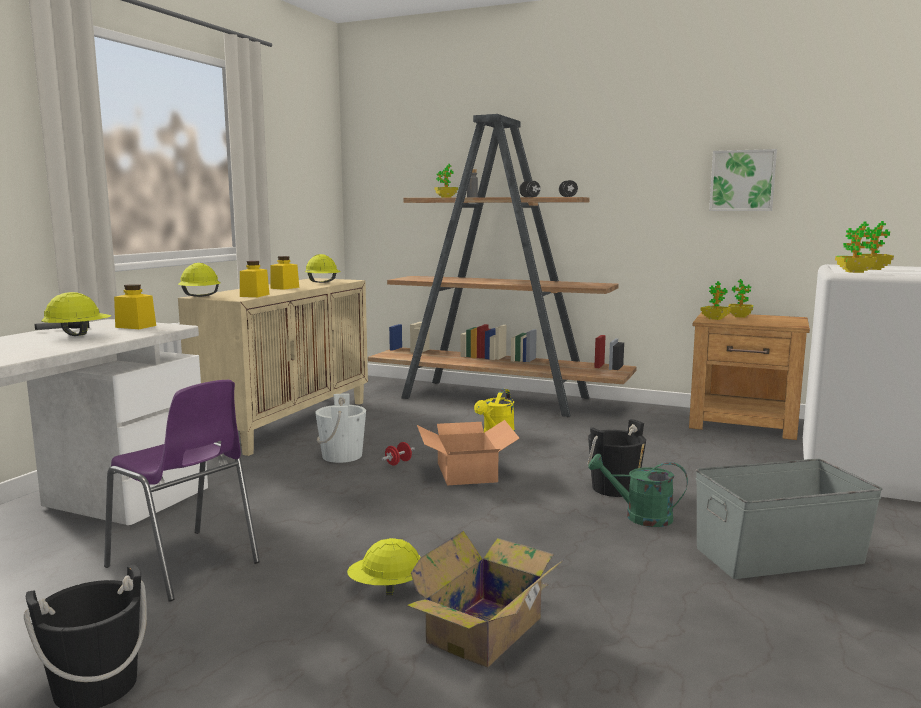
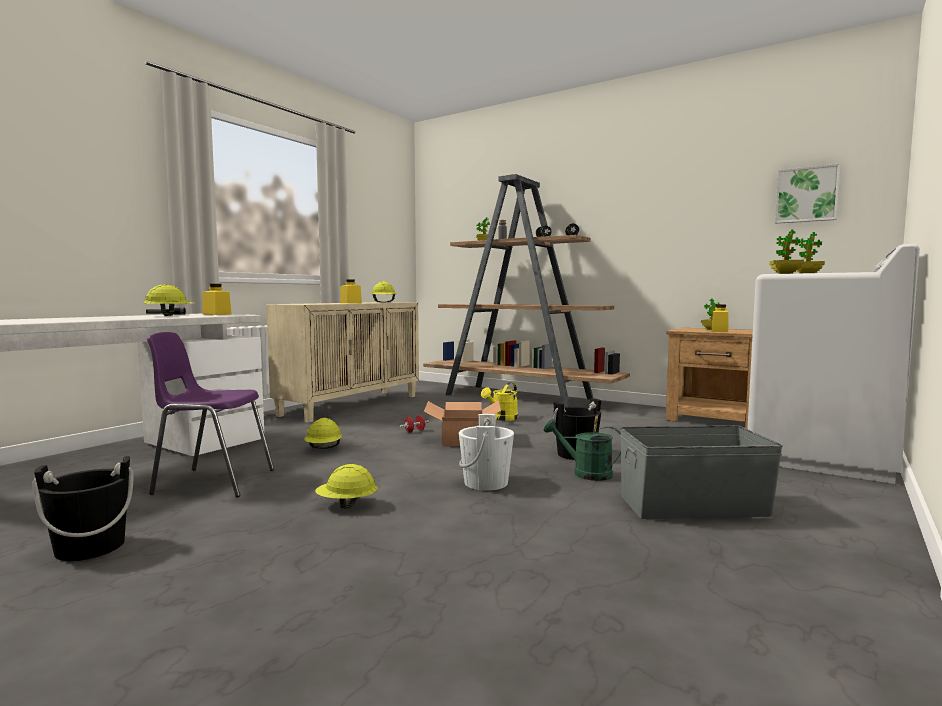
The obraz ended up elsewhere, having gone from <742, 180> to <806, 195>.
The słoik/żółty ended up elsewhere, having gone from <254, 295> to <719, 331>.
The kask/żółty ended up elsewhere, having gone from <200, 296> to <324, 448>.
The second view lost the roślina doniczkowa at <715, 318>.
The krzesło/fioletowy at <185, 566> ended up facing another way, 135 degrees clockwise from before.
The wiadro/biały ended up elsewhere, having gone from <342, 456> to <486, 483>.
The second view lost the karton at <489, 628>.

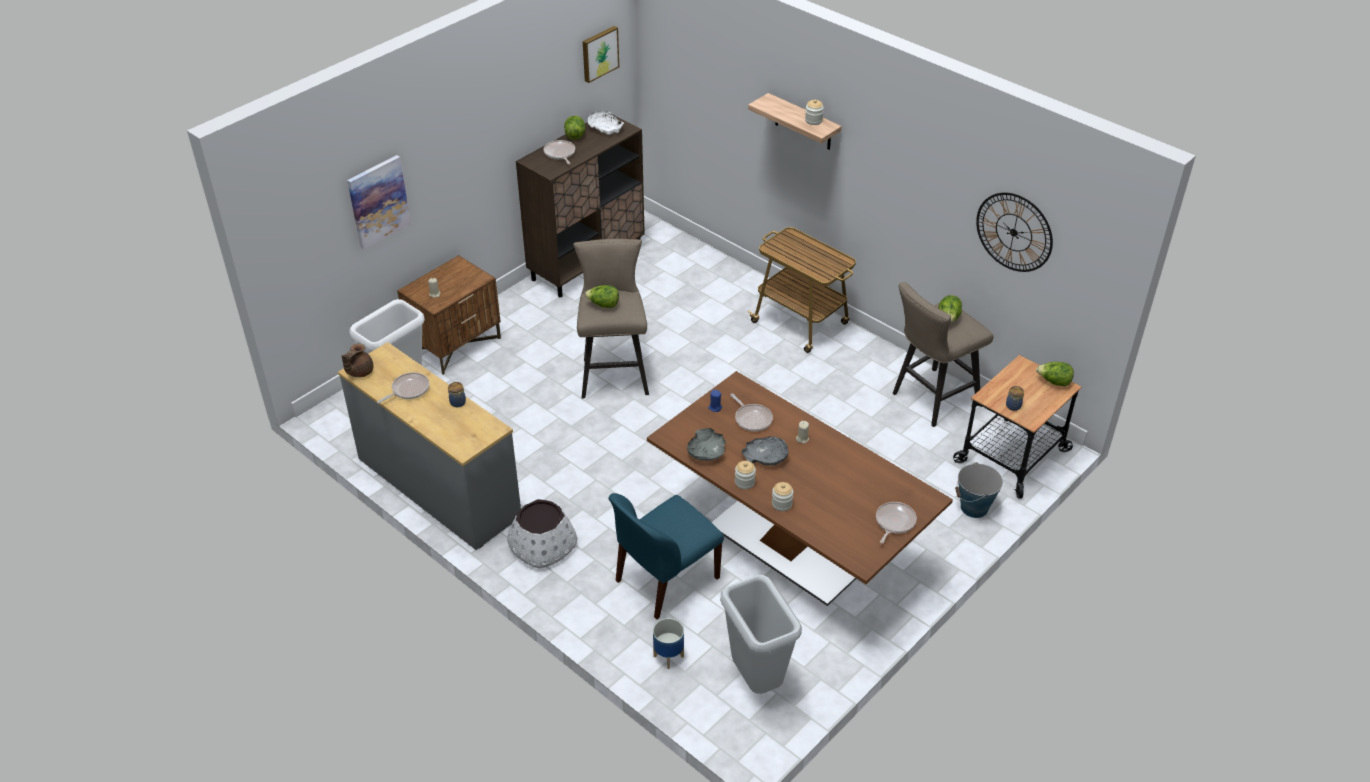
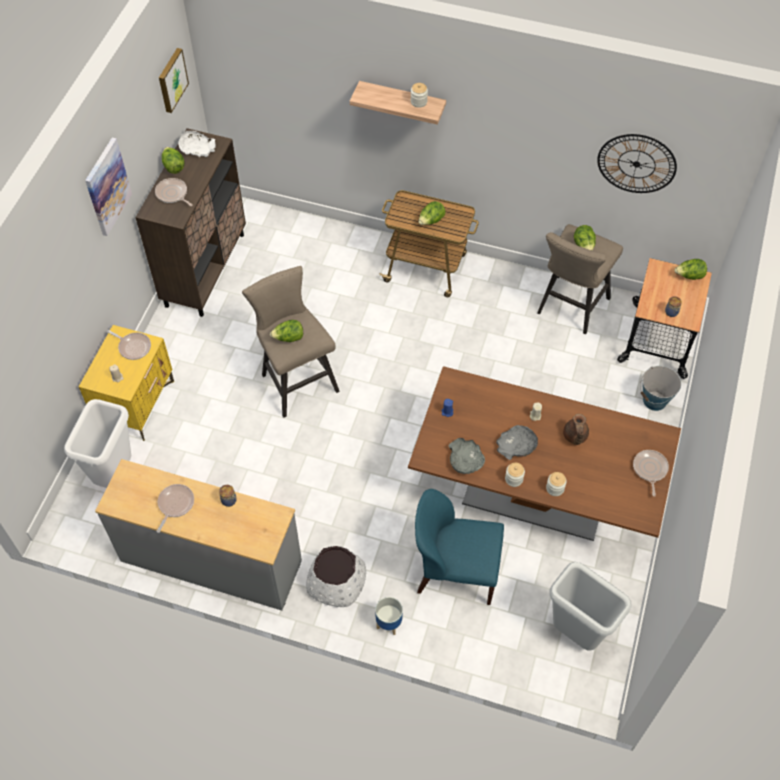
The obraz ended up elsewhere, having gone from <378, 201> to <107, 187>.
What was the szafka nocna/brązowy at <456, 344> turned into the szafka nocna/żółty at <136, 403>.
The imbryk/brązowy ended up elsewhere, having gone from <359, 372> to <574, 436>.
The patelnia ended up elsewhere, having gone from <752, 418> to <133, 347>.
The krzesło/niebieski at <665, 580> ended up facing another way, 75 degrees clockwise from before.
The donica ended up elsewhere, having gone from <668, 656> to <388, 623>.
The second view gained the sałata at <431, 221>.

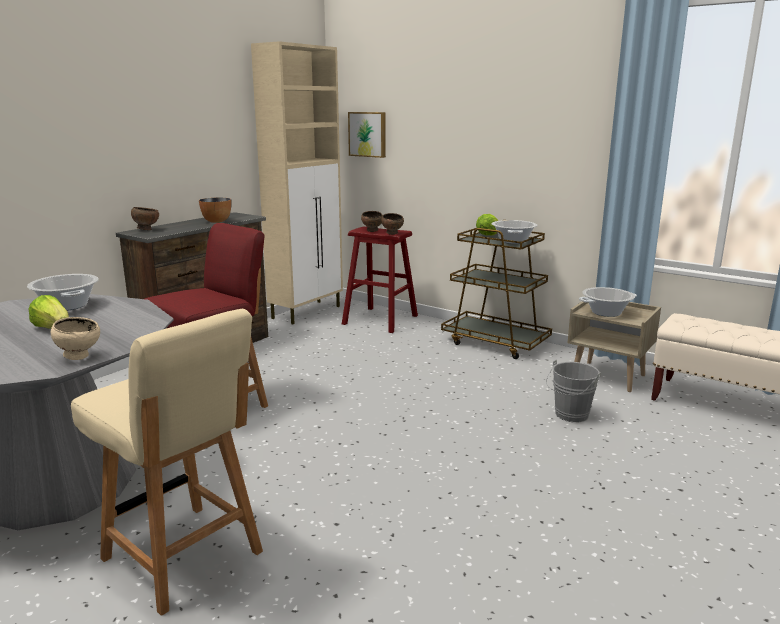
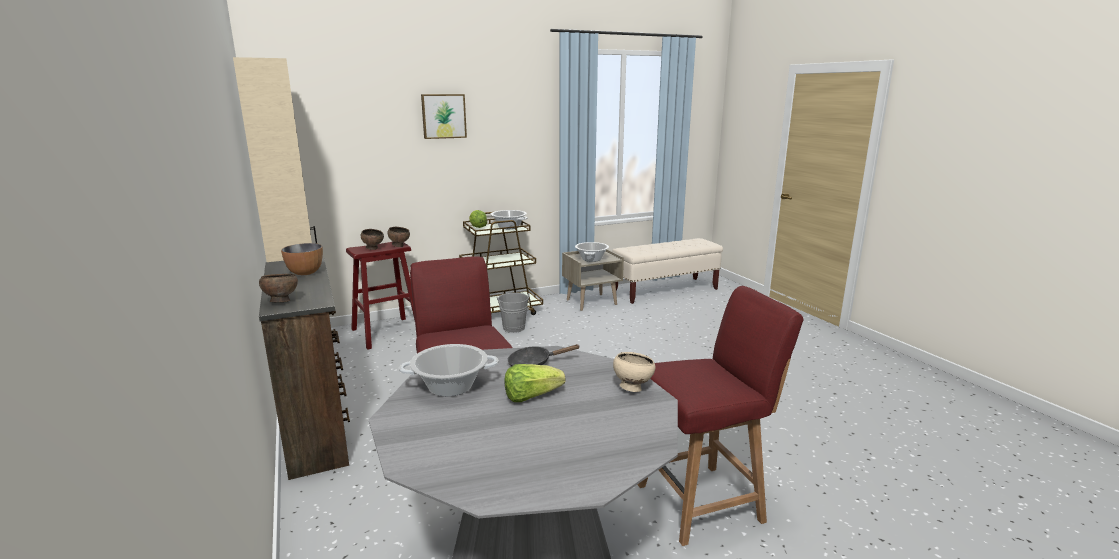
The obraz ended up elsewhere, having gone from <368, 134> to <443, 116>.
What was the krzesło/beżowy at <184, 557> turned into the krzesło/czerwony at <702, 502>.
The wiadro/szary ended up elsewhere, having gone from <569, 416> to <514, 329>.
The second view gained the patelnia/czarny at <534, 363>.

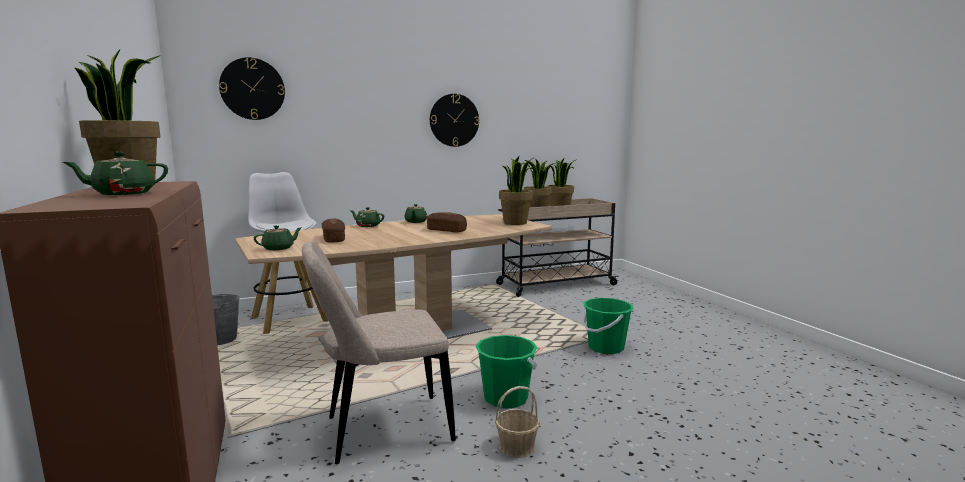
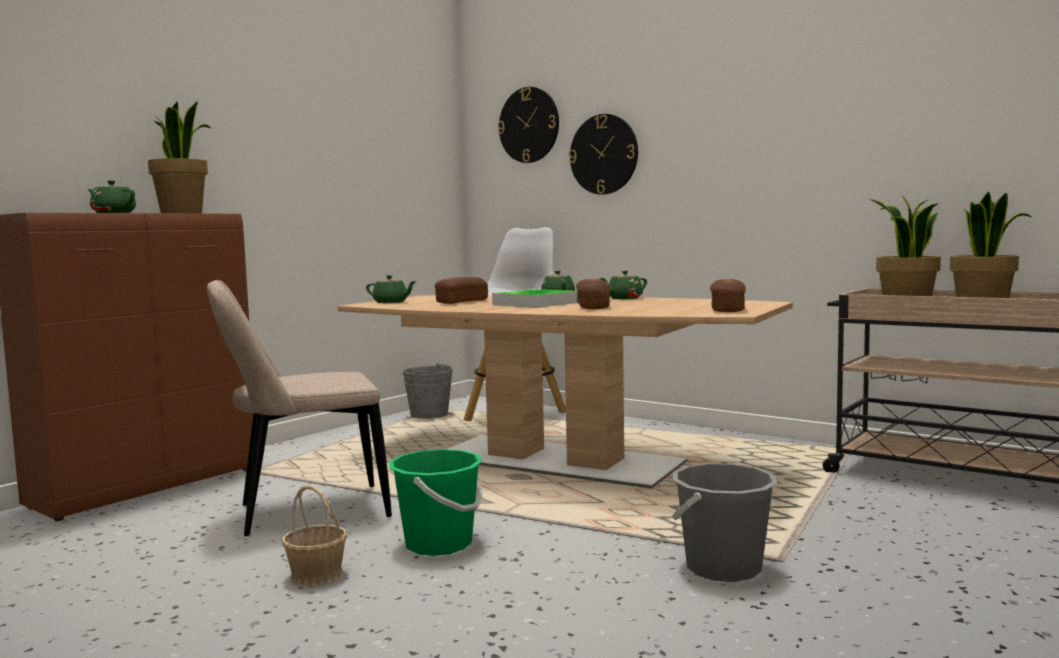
The zegar ścienny ended up elsewhere, having gone from <454, 120> to <604, 154>.
Where the roślina doniczkowa stood at <515, 223>, the chleb came to stand at <727, 309>.
The krzesło/beżowy at <382, 430> ended up facing another way, 60 degrees counterclockwise from before.
What was the wiadro/zielony at <605, 347> turned into the wiadro/szary at <723, 568>.
The second view gained the taca at <535, 304>.

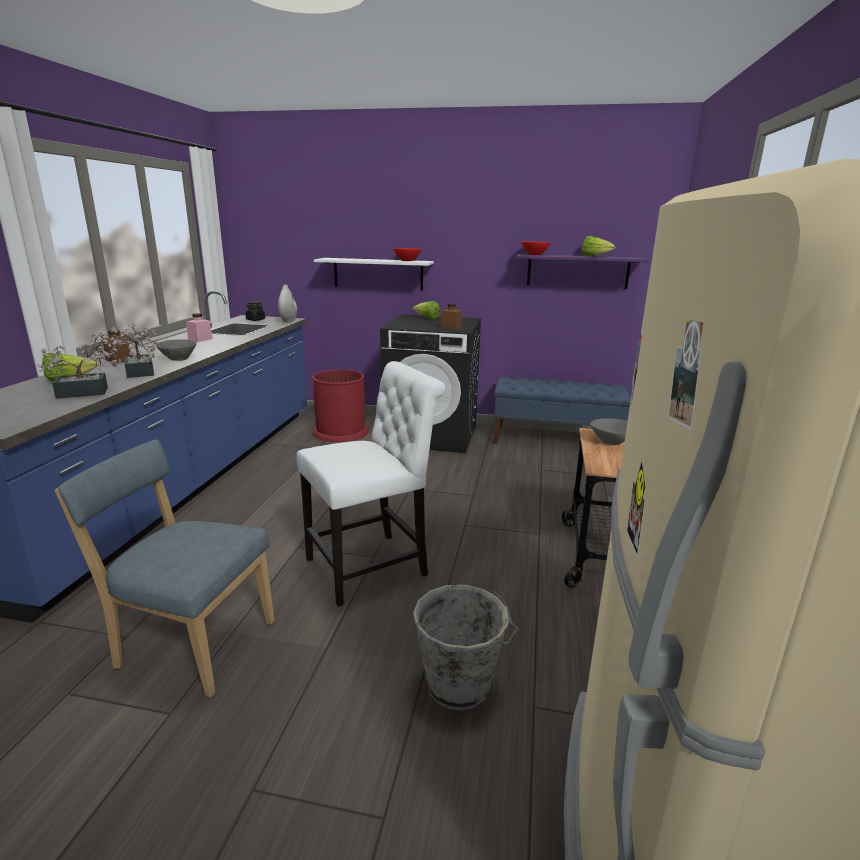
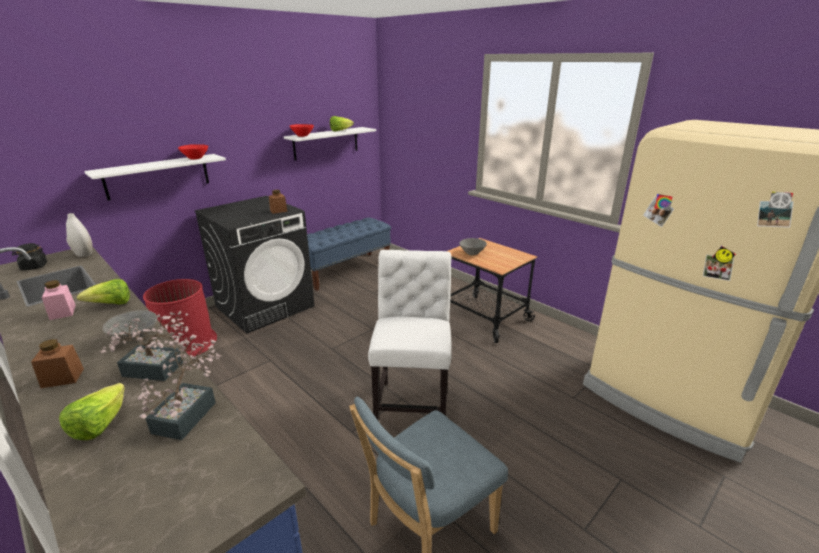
What was the półka/fioletowy at <577, 271> turned into the półka/biały at <326, 143>.
The sałata ended up elsewhere, having gone from <427, 318> to <111, 304>.
The second view lost the wiadro/szary at <460, 686>.

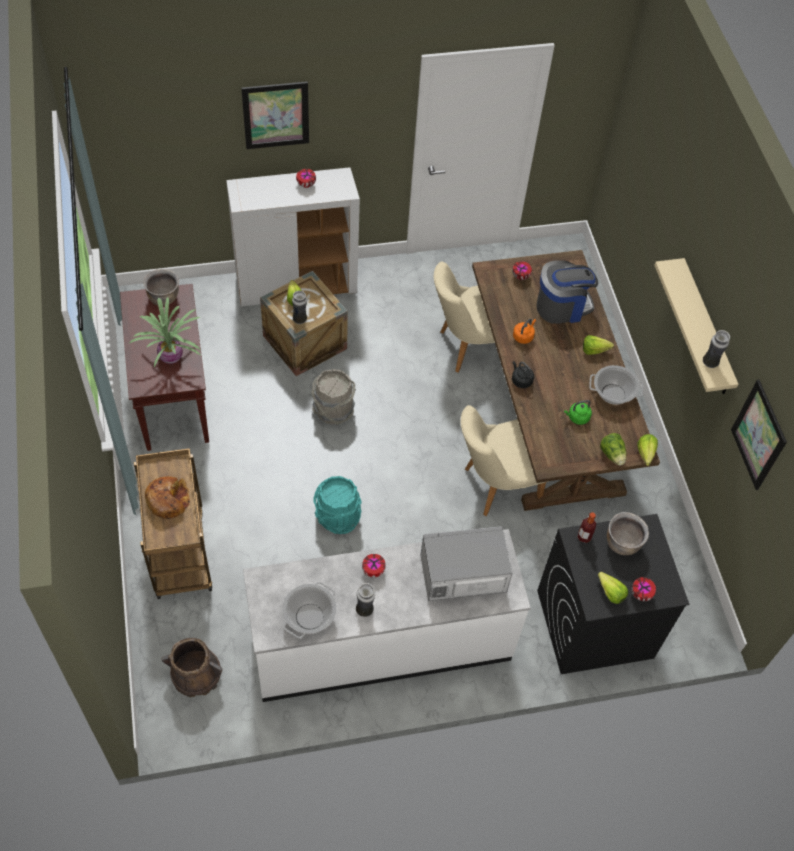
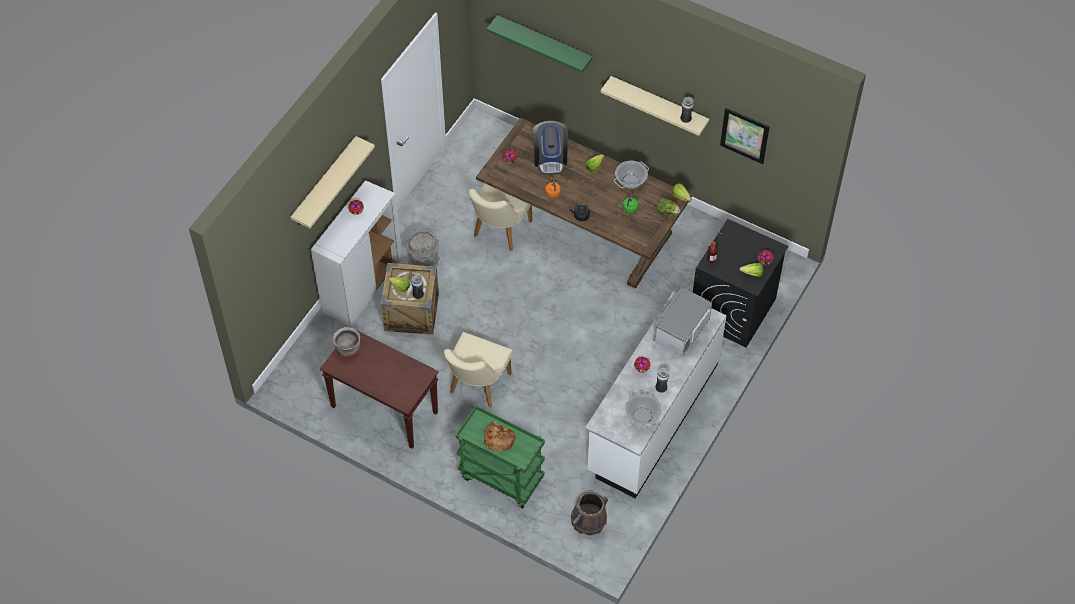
Where the obraz hung at <276, 115>, the półka/beżowy came to hang at <324, 183>.
The ekspres do kawy at <562, 306> ended up facing another way, 150 degrees clockwise from before.
The second view lost the roślina doniczkowa at <172, 356>.
The wiadro/szary ended up elsewhere, having gone from <333, 410> to <424, 261>.
The krzesło/beżowy ended up elsewhere, having gone from <494, 486> to <476, 387>.
What was the wózek/brązowy at <178, 552> turned into the wózek/zielony at <500, 478>.
The second view lost the wiadro/turkusowy at <337, 517>.
The second view lost the garnek/brązowy at <622, 543>.
The second view gained the półka/zielony at <544, 43>.

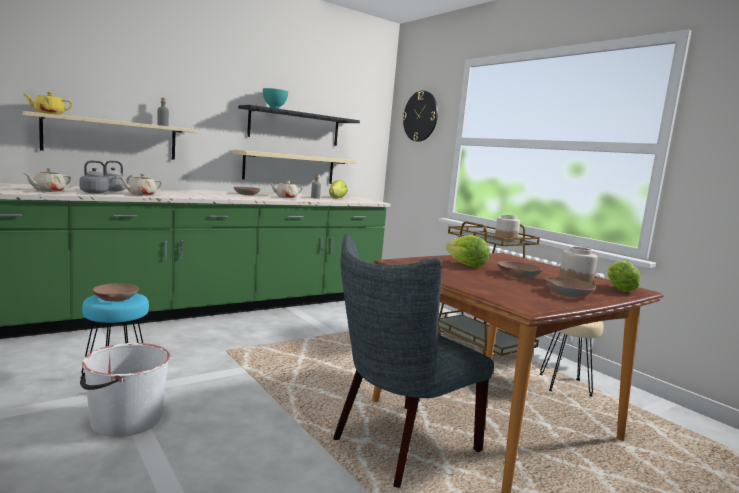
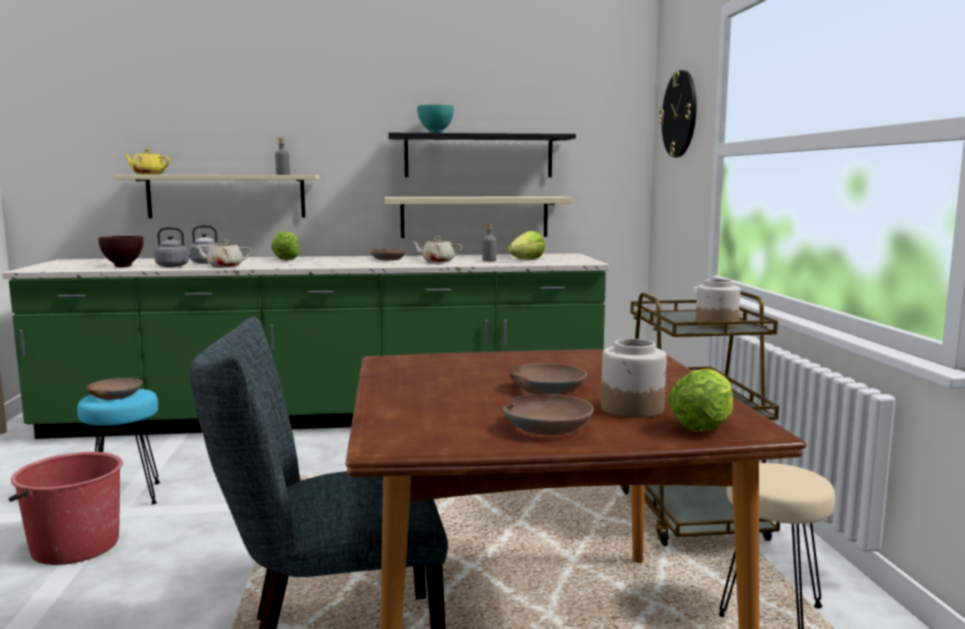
Where the imbryk/beżowy stood at <48, 191>, the miska/brązowy came to stand at <124, 266>.
The sałata ended up elsewhere, having gone from <465, 265> to <286, 259>.
What was the wiadro/biały at <125, 420> turned into the wiadro/czerwony at <74, 546>.

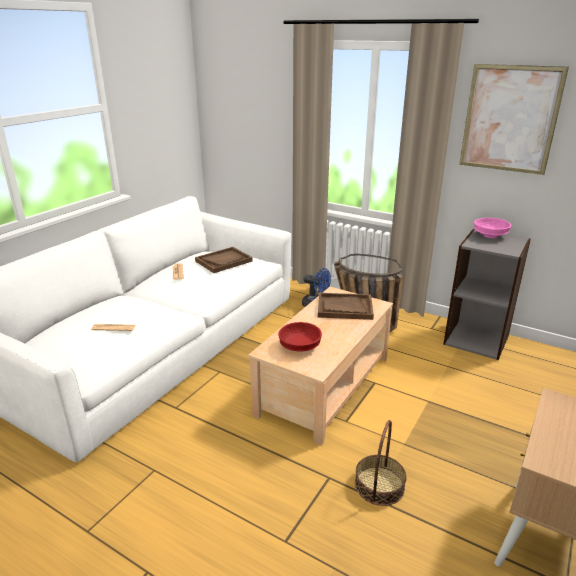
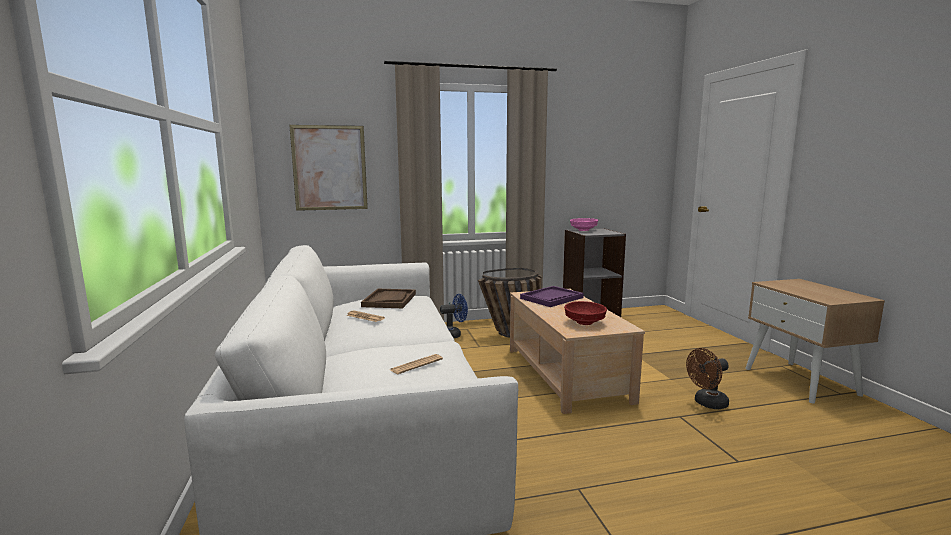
The obraz ended up elsewhere, having gone from <509, 119> to <329, 168>.
What was the taca/brązowy at <344, 308> turned into the taca/fioletowy at <551, 298>.
Where the koszyk stood at <379, 485>, the wentylator/brązowy came to stand at <707, 404>.

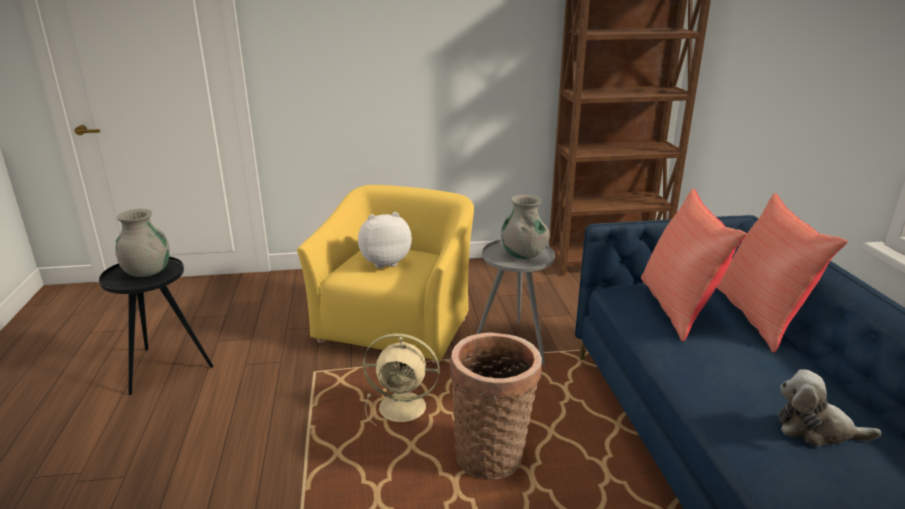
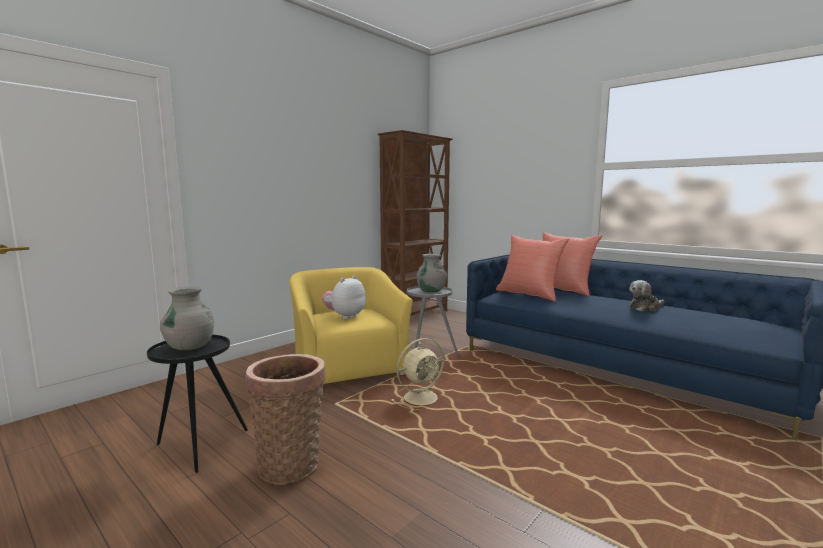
The koszyk ended up elsewhere, having gone from <492, 454> to <290, 463>.

